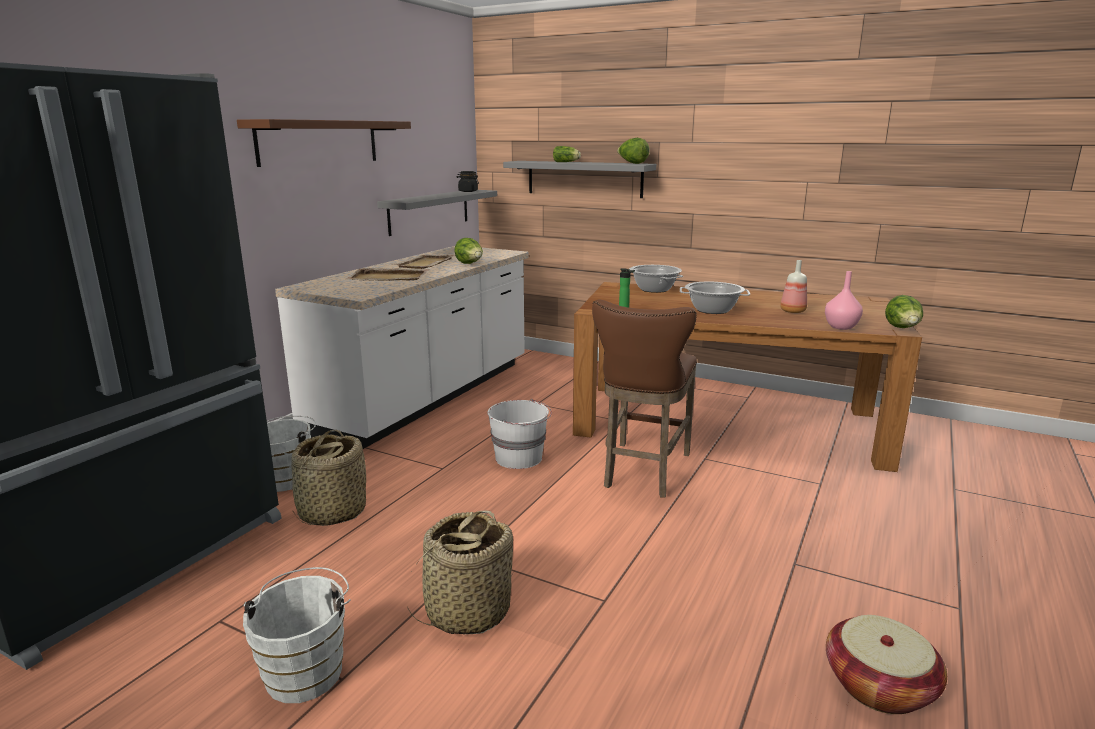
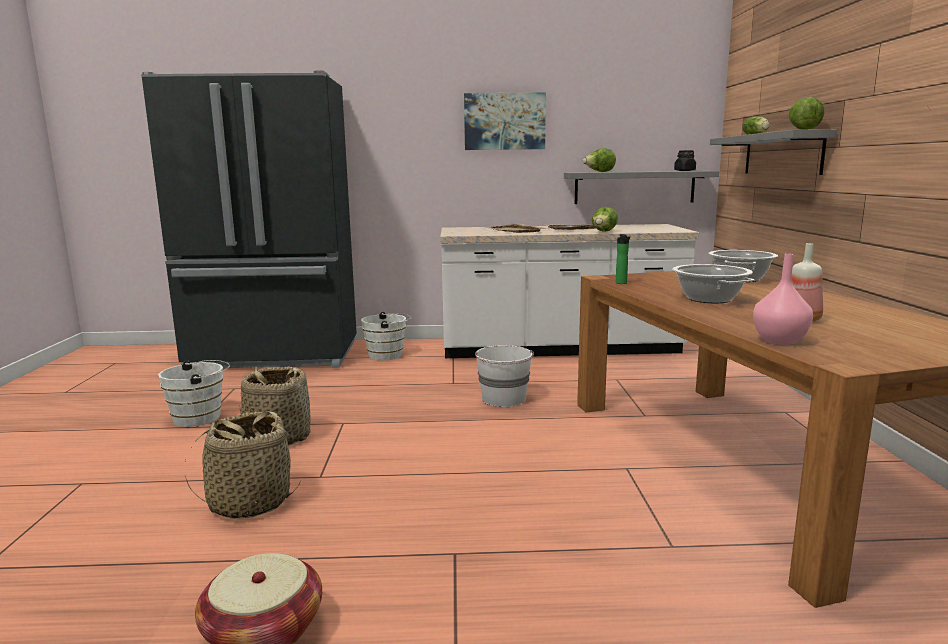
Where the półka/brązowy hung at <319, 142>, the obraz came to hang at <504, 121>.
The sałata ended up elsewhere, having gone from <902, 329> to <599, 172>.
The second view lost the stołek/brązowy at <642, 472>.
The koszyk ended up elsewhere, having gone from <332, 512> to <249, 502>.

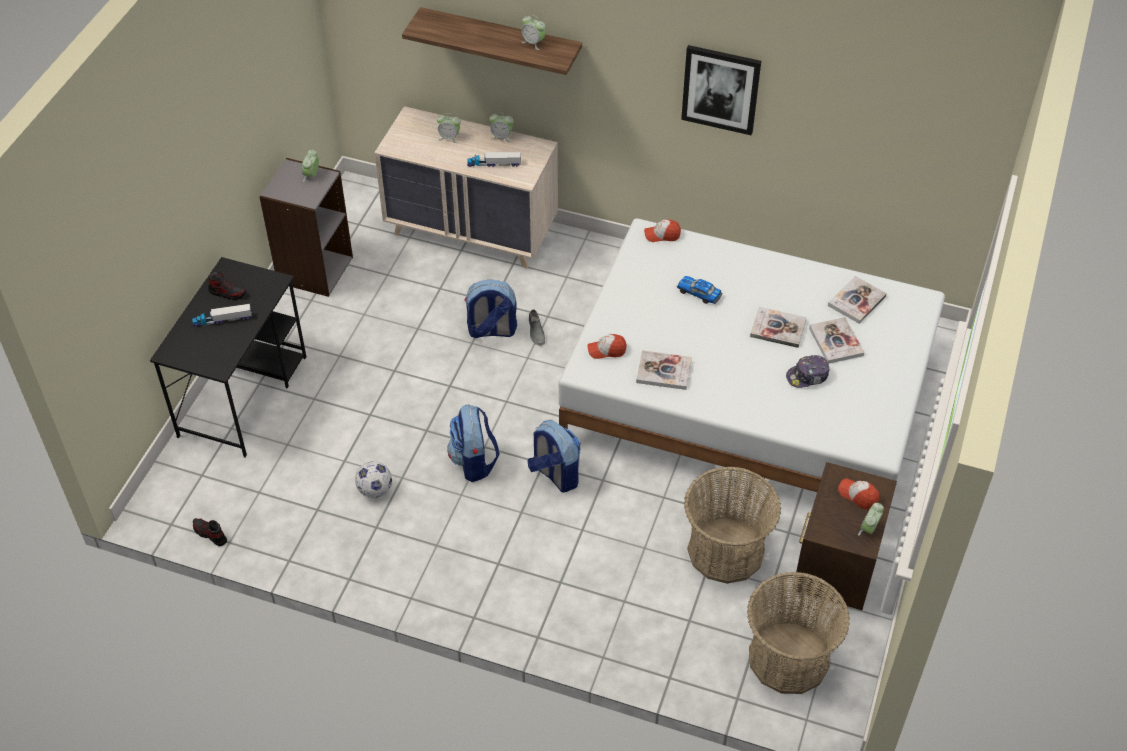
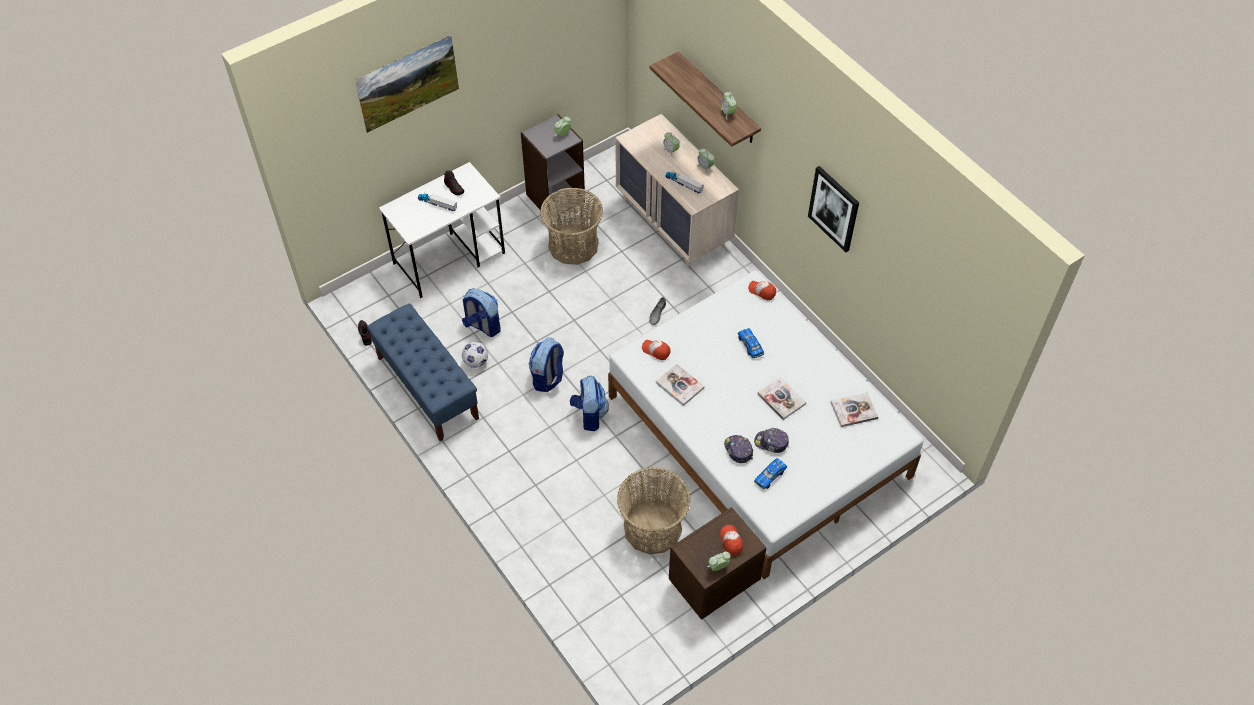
What was the biurko/czarny at <243, 395> turned into the biurko/biały at <450, 258>.
The plecak ended up elsewhere, having gone from <491, 331> to <482, 326>.
The second view lost the książka at <836, 341>.
The koszyk ended up elsewhere, having gone from <788, 658> to <573, 245>.
The second view gained the obraz at <411, 97>.
The second view gained the ławka/niebieski at <427, 387>.
The second view gained the czapka z daszkiem at <738, 450>.
The second view gained the samochodzik at <770, 476>.

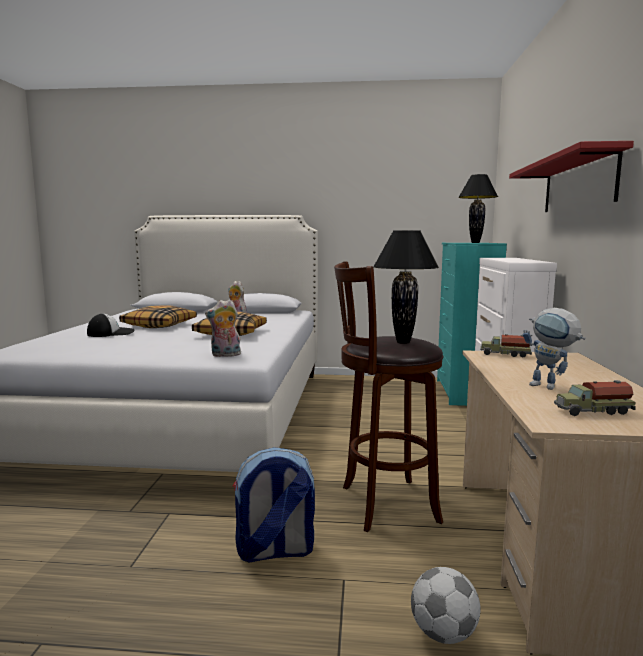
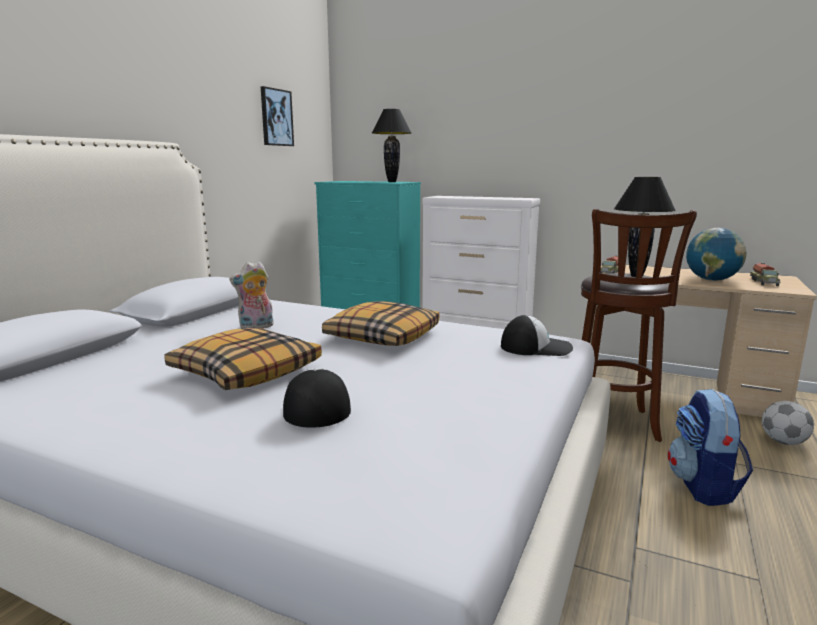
The second view lost the półka/czerwony at <578, 184>.
Where the pluszak stood at <225, 355>, the czapka z daszkiem came to stand at <536, 347>.
Where the robot zabawkowy stood at <550, 387>, the globus came to stand at <711, 280>.
The second view gained the obraz at <276, 117>.

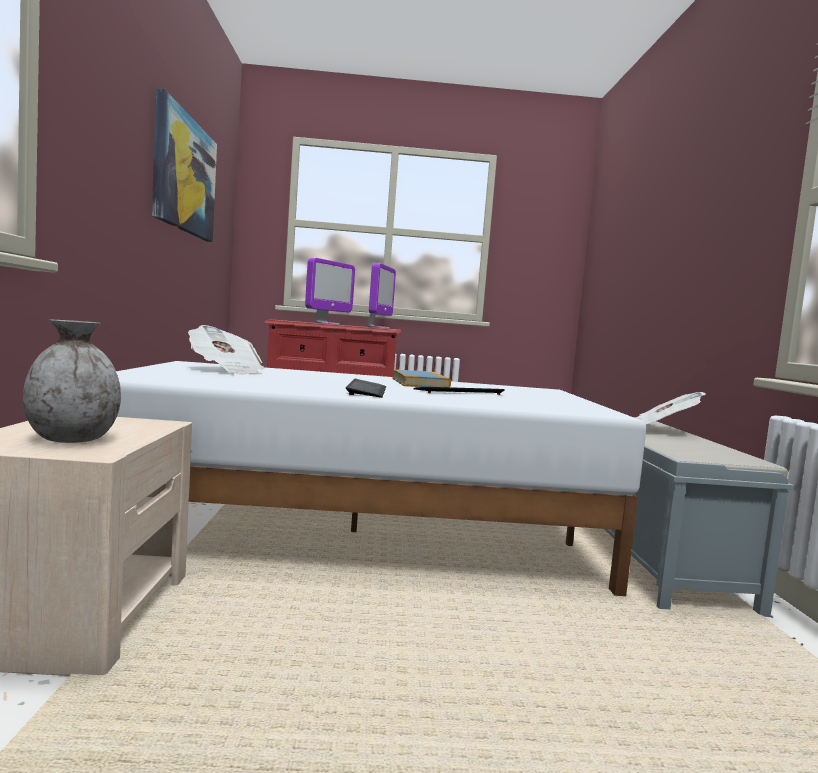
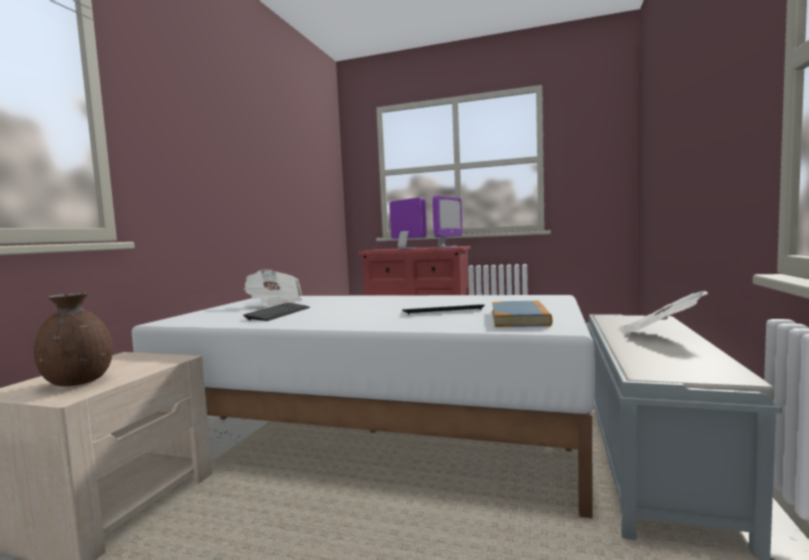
The second view lost the obraz at <185, 175>.
The monitor at <327, 323> ended up facing another way, 90 degrees counterclockwise from before.
What was the wazon/szary at <73, 440> turned into the wazon/brązowy at <79, 382>.
The książka ended up elsewhere, having gone from <420, 383> to <519, 318>.
The klawiatura ended up elsewhere, having gone from <367, 390> to <278, 313>.

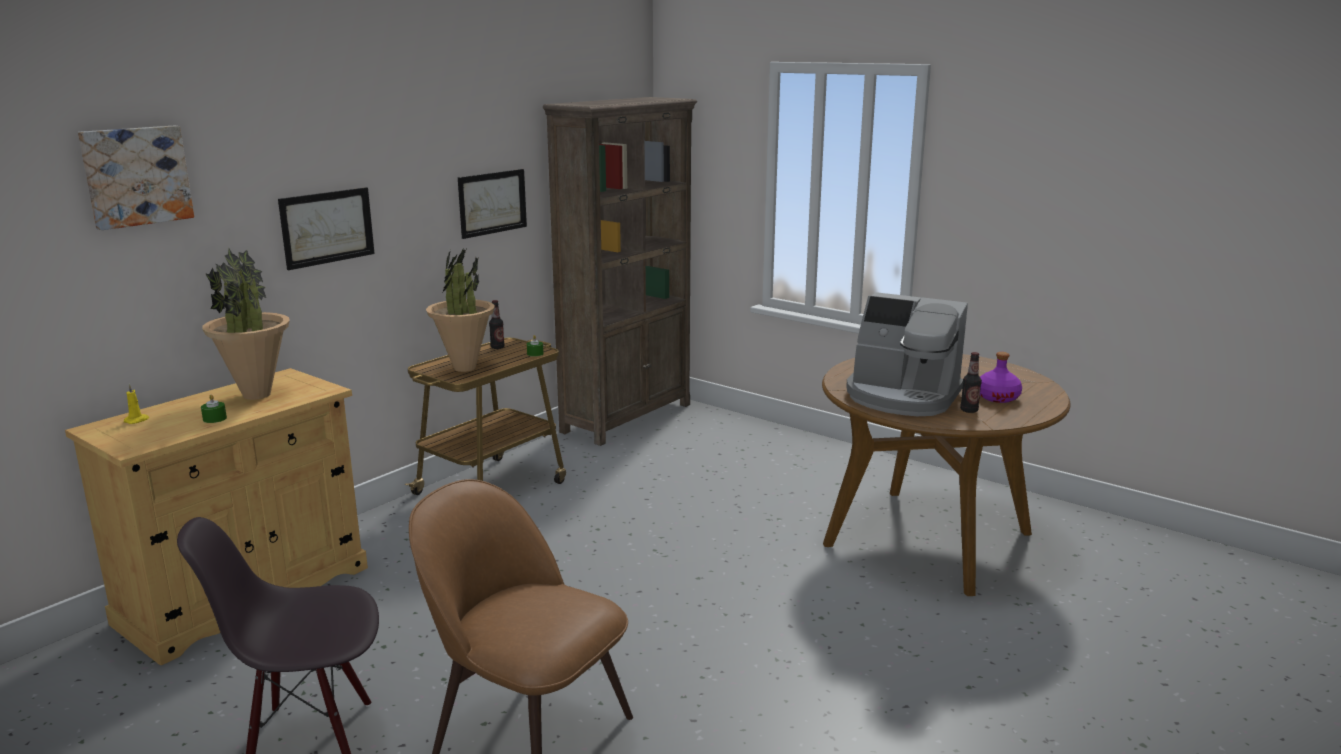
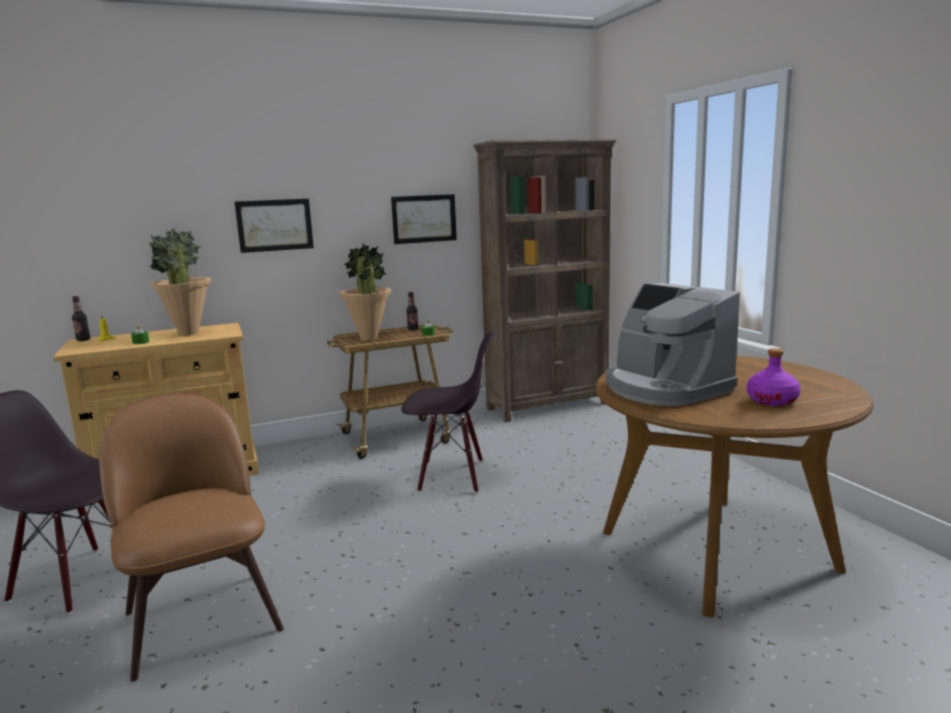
The second view lost the obraz at <136, 176>.
The butelka ended up elsewhere, having gone from <969, 410> to <83, 340>.
The second view gained the krzesło/czarny at <451, 476>.

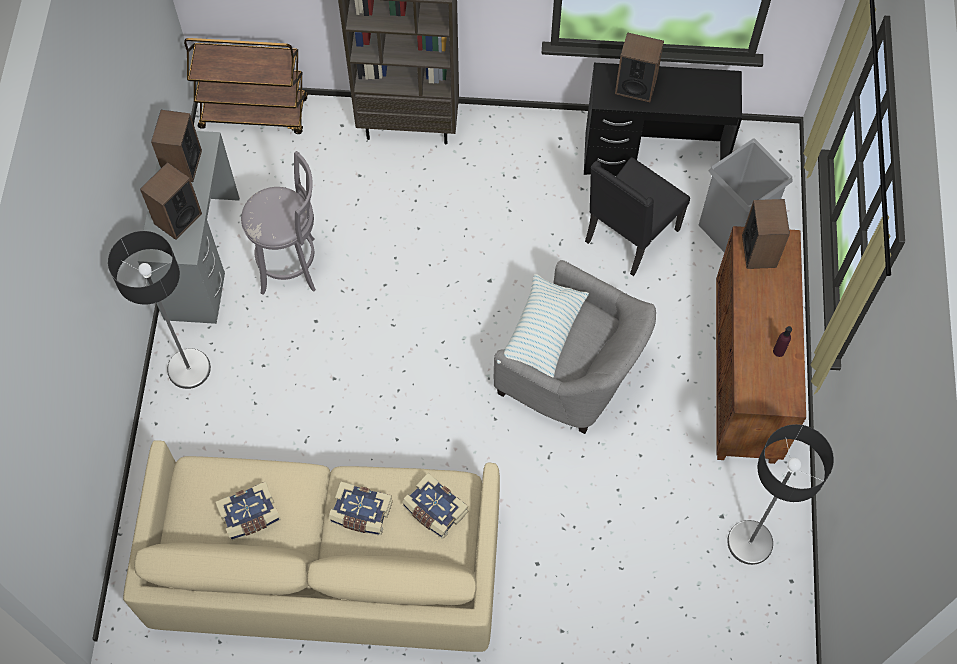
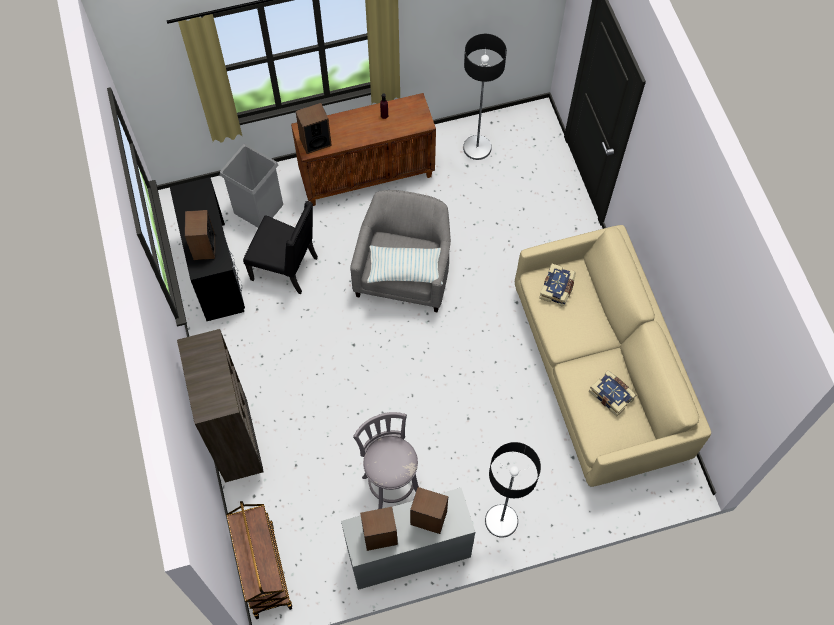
The second view lost the książka at <361, 513>.

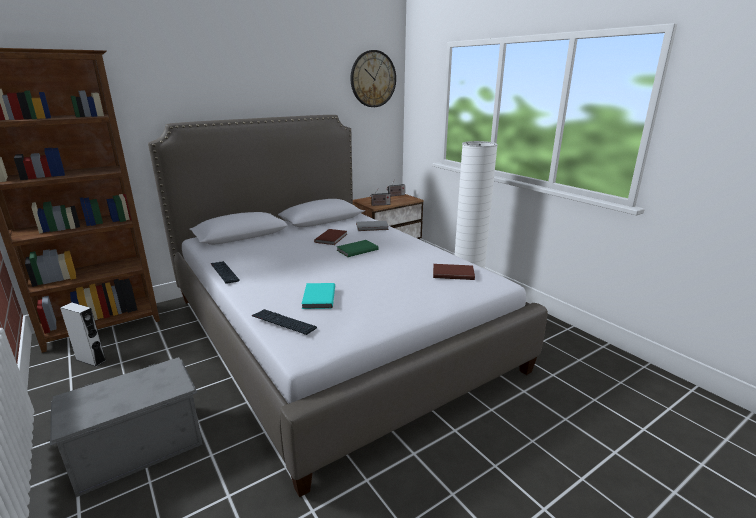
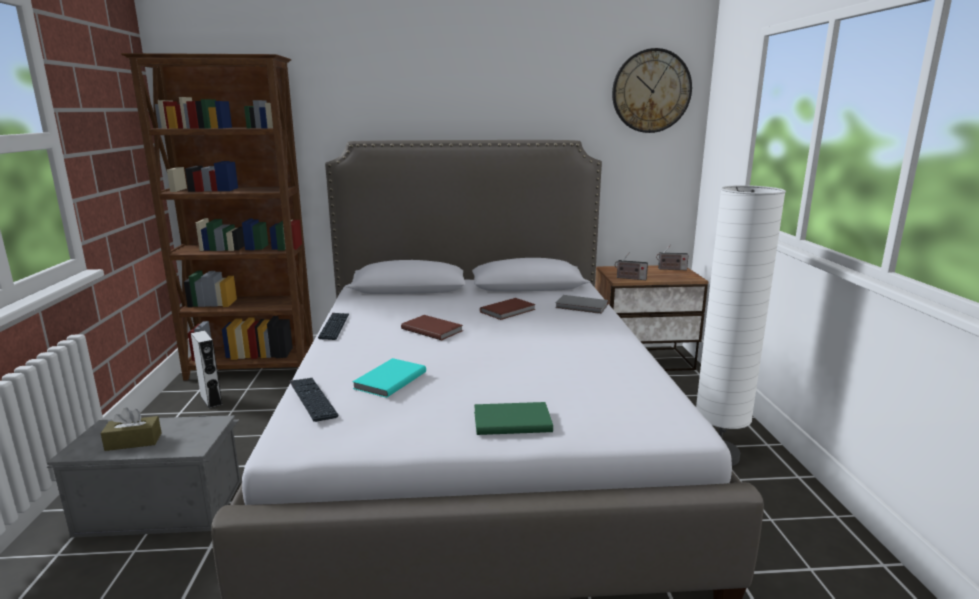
The książka/zielony ended up elsewhere, having gone from <356, 250> to <511, 421>.
The książka/brązowy ended up elsewhere, having gone from <452, 273> to <432, 329>.
The second view gained the pudełko chusteczek/brązowy at <133, 442>.

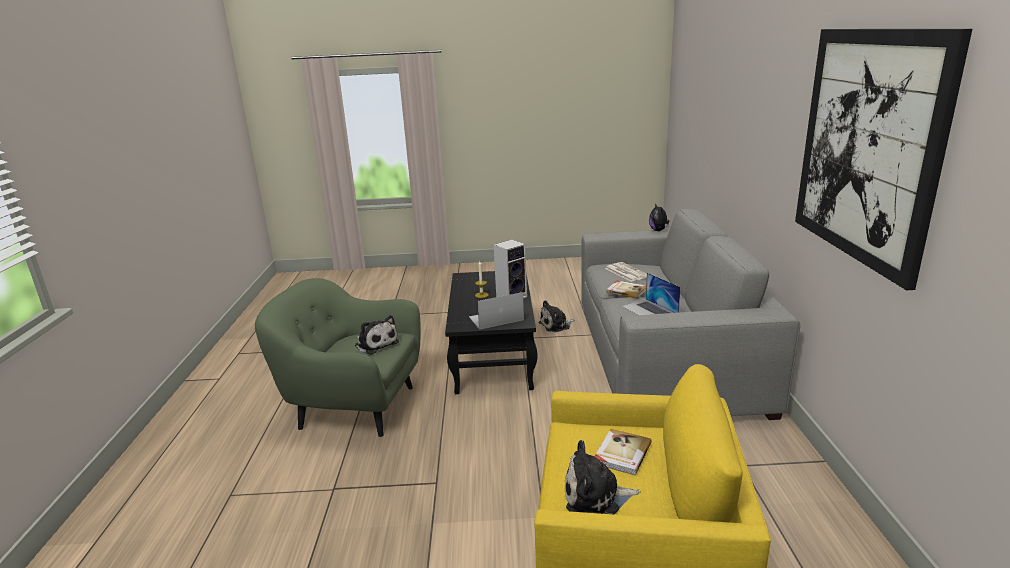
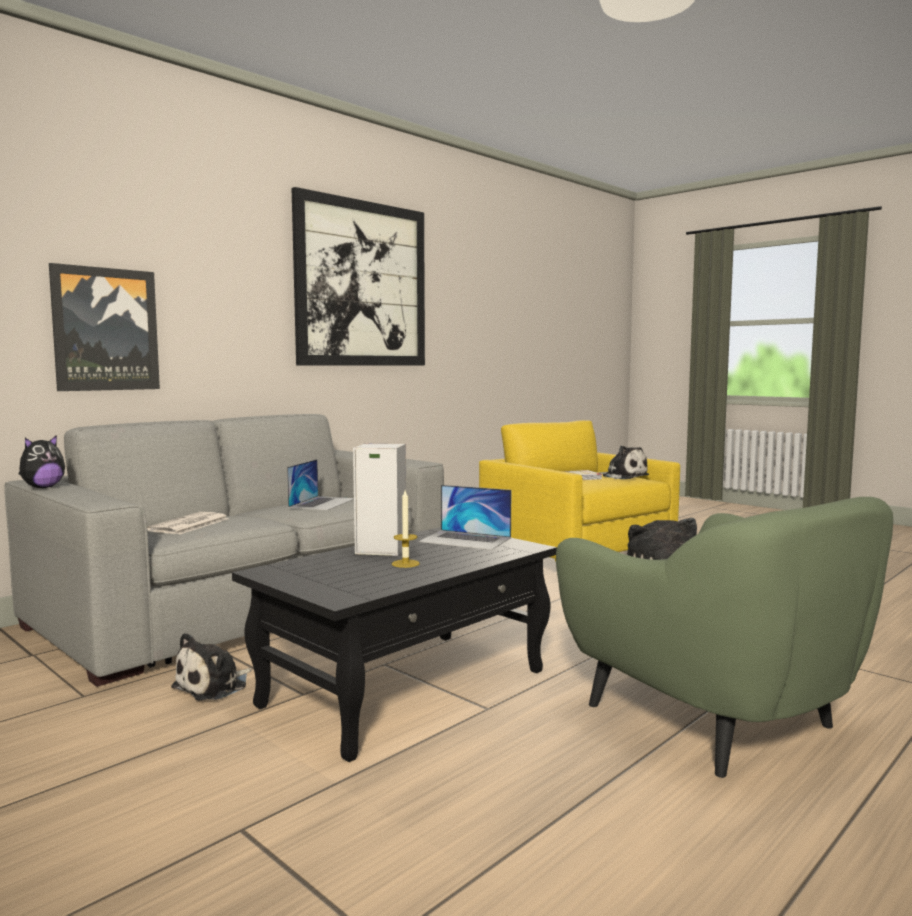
The second view lost the książka at <626, 291>.
The pluszak at <556, 325> ended up facing another way, 105 degrees clockwise from before.
The second view gained the obraz at <105, 329>.

